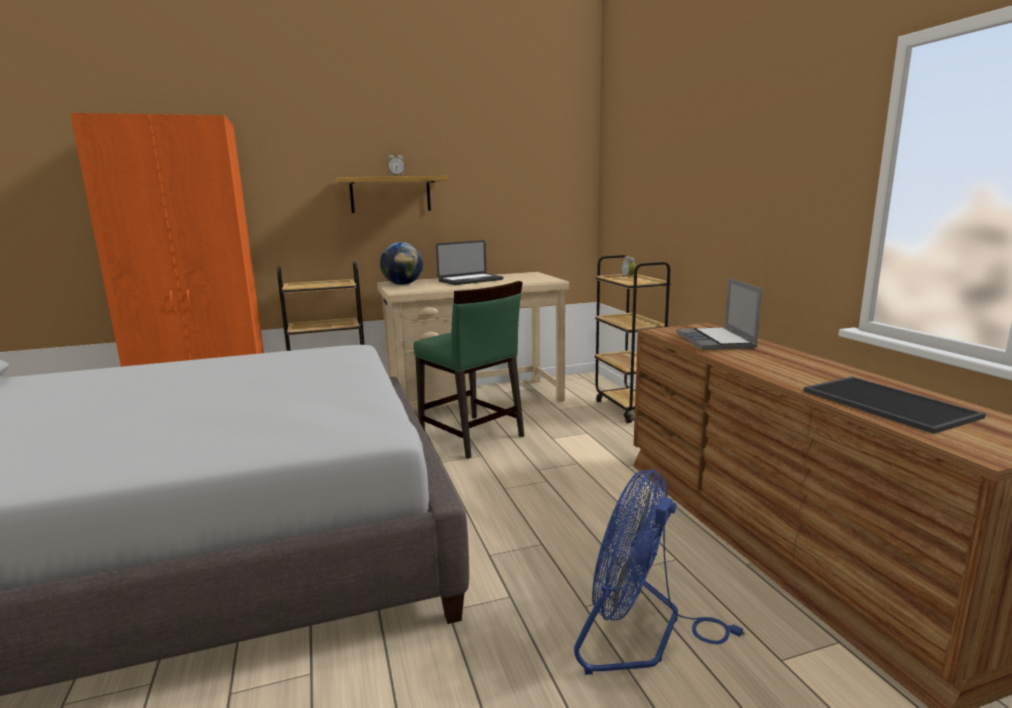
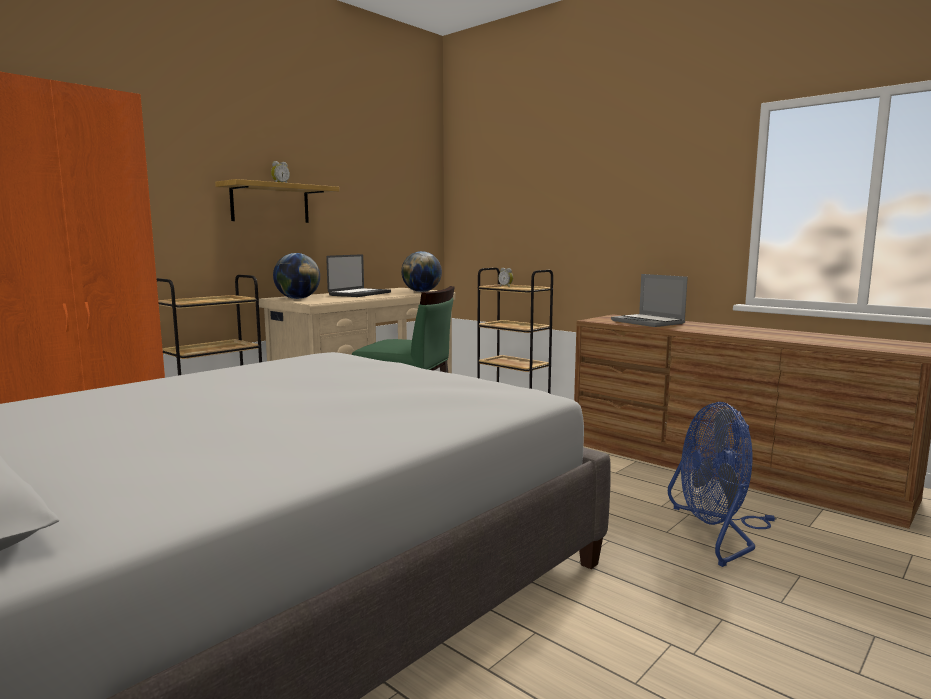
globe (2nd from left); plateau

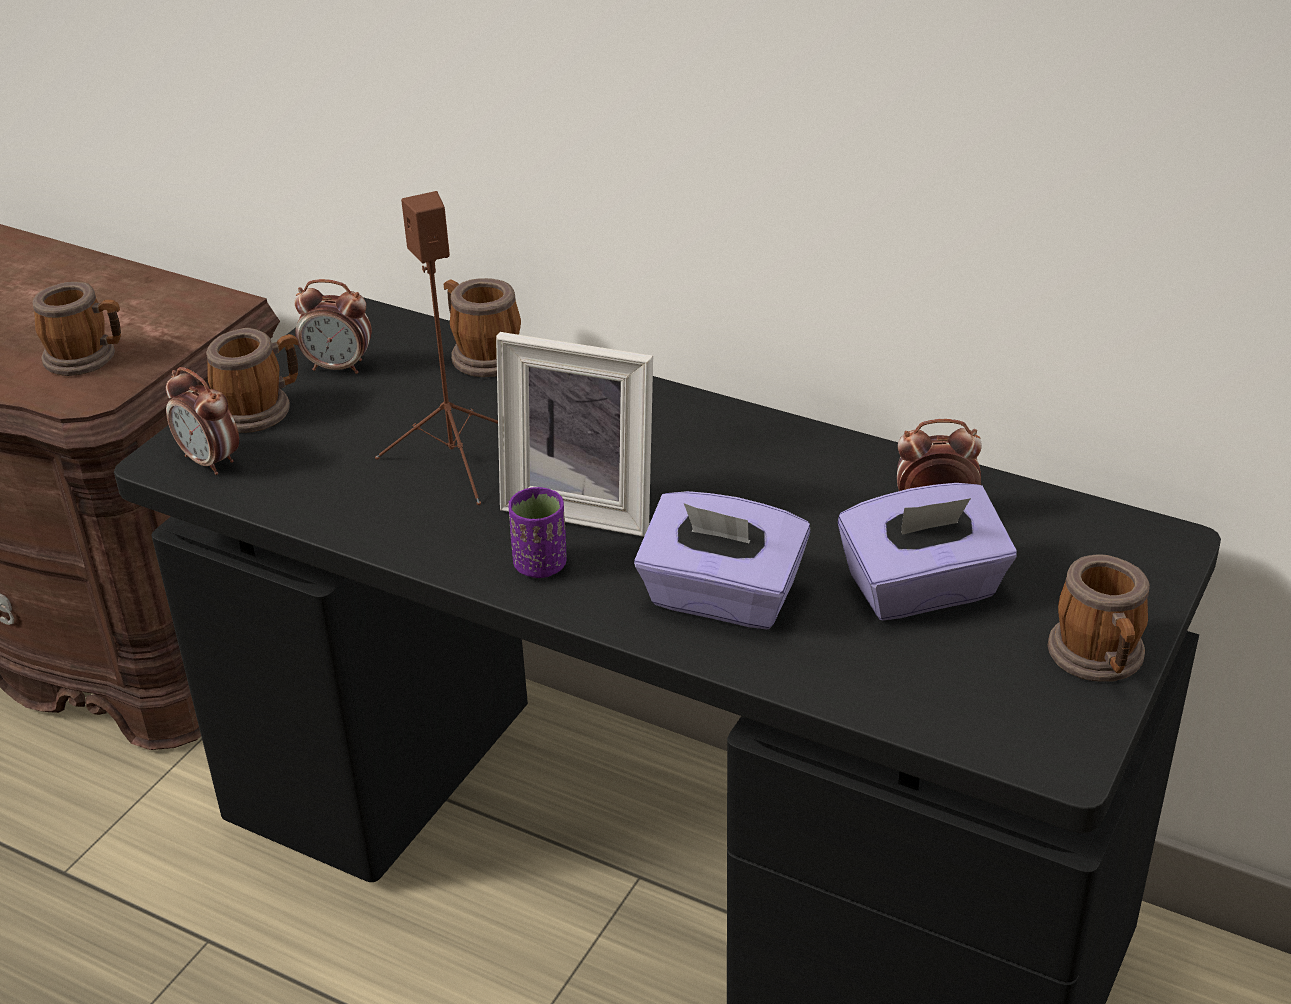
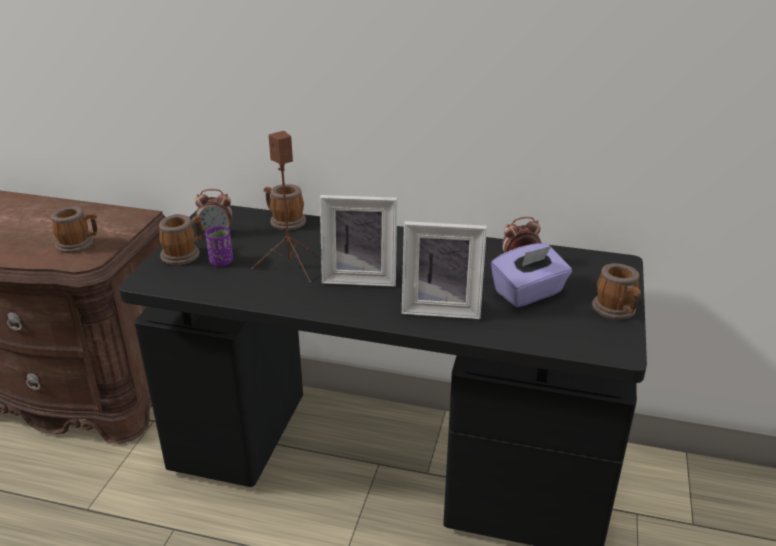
tasse/violet; cadre photo (2nd from left); réveil (1st from left in the first image)

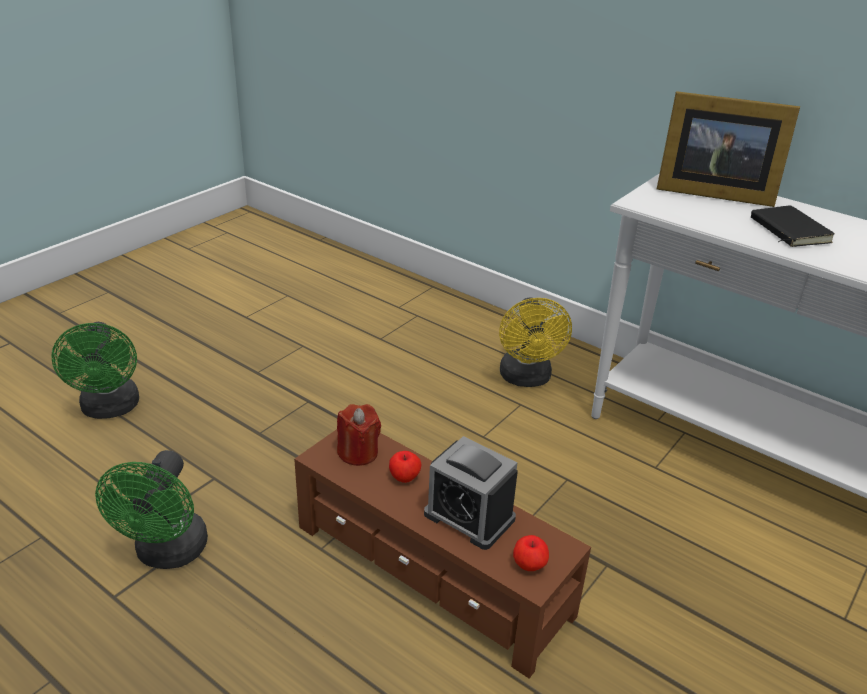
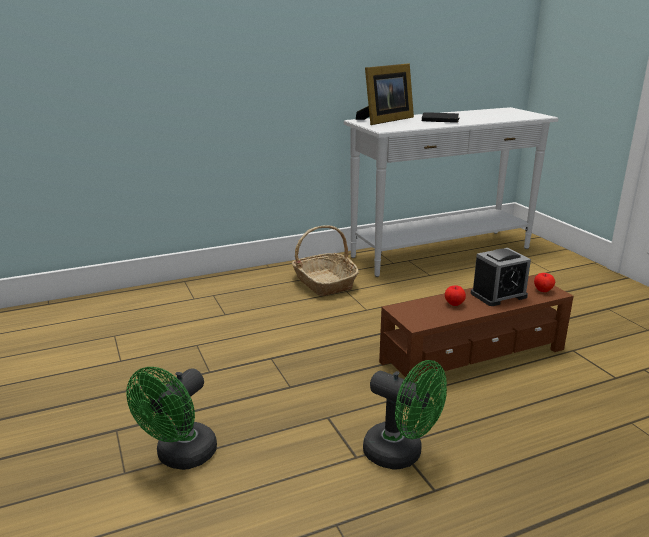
ventilateur/vert (1st from left); panier; bougie/rouge

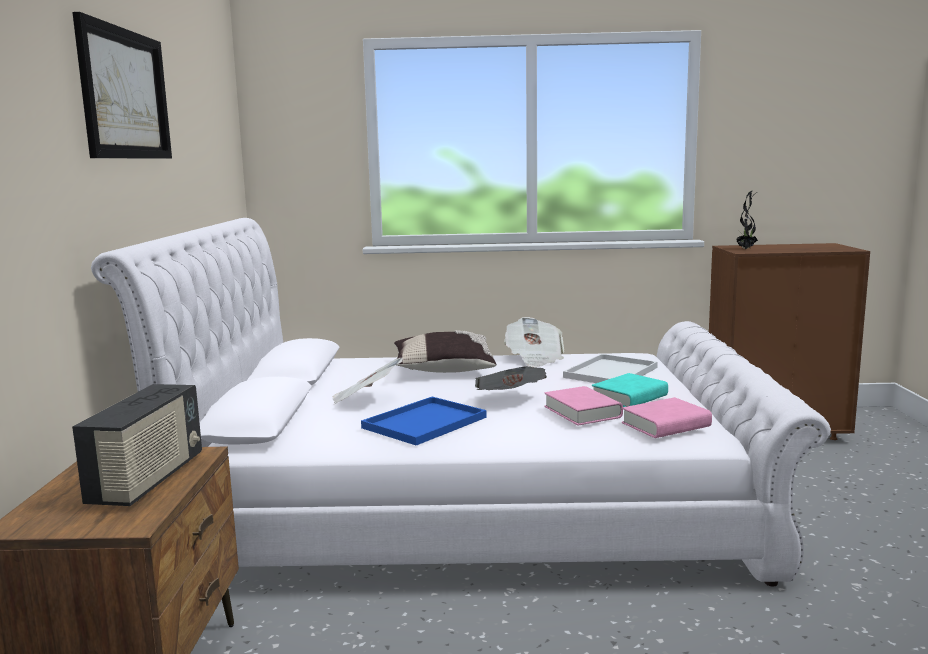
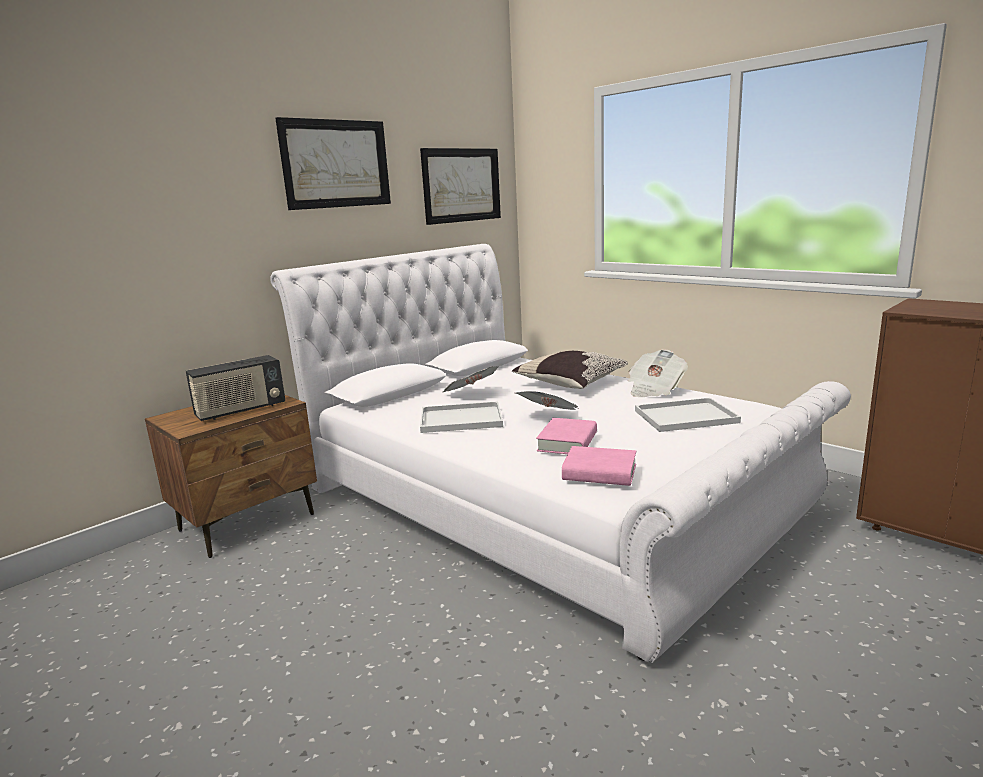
tableau (2nd from left); plateau/blanc (1st from left); livre/turquoise; plante en pot

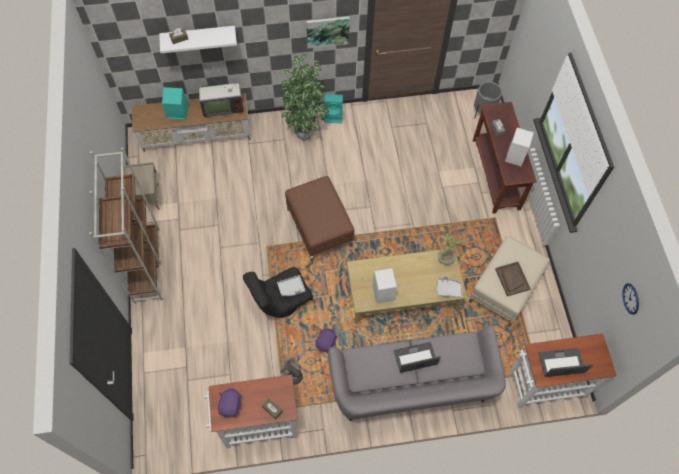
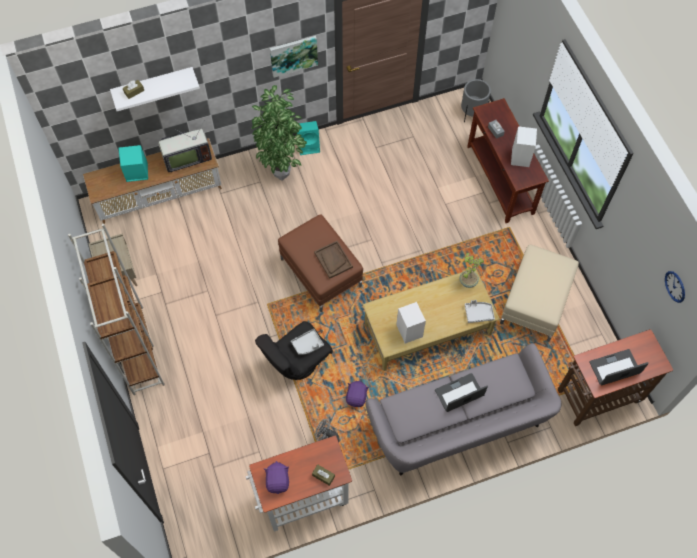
plateau/marron; chariot/marron

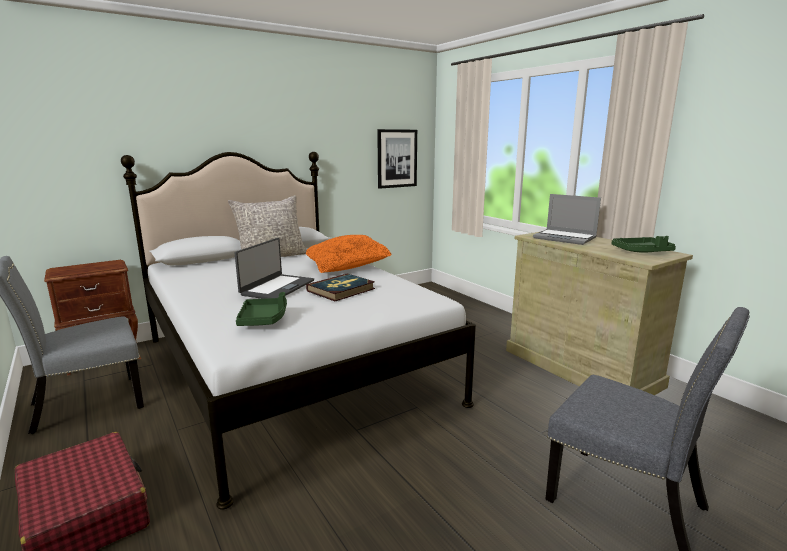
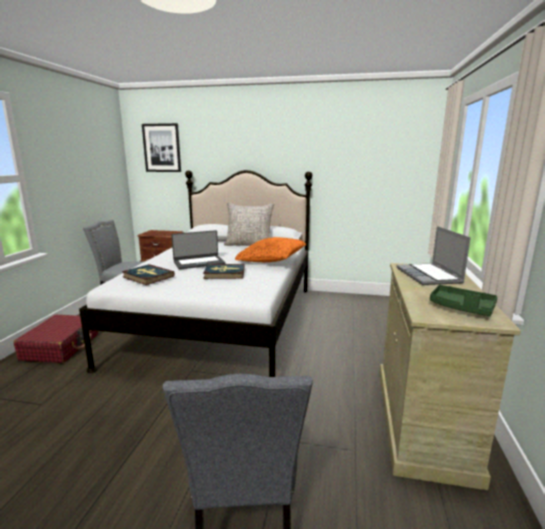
livre (1st from left); tableau

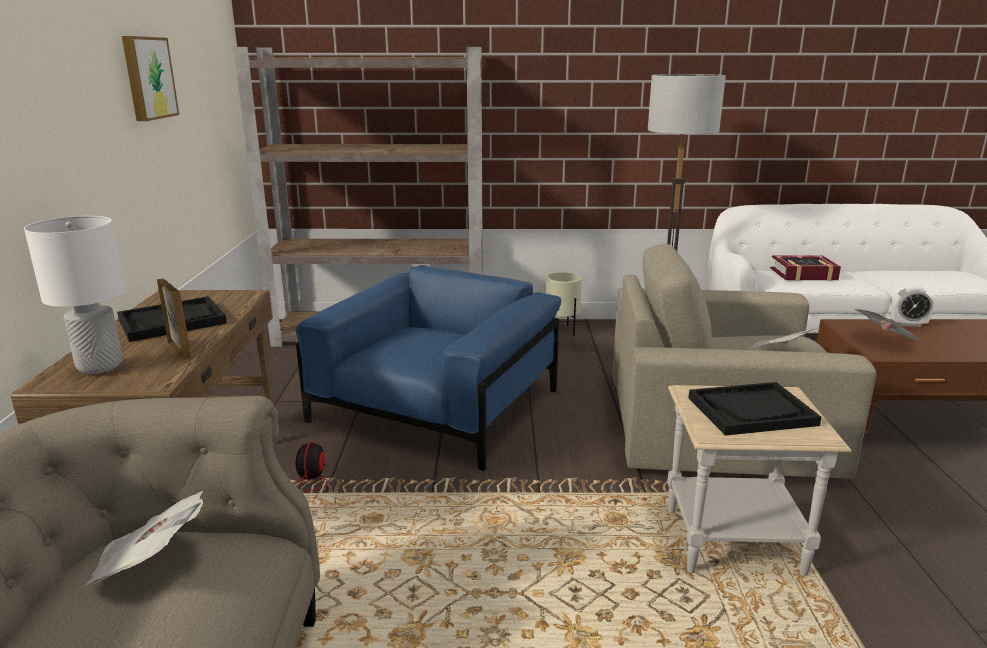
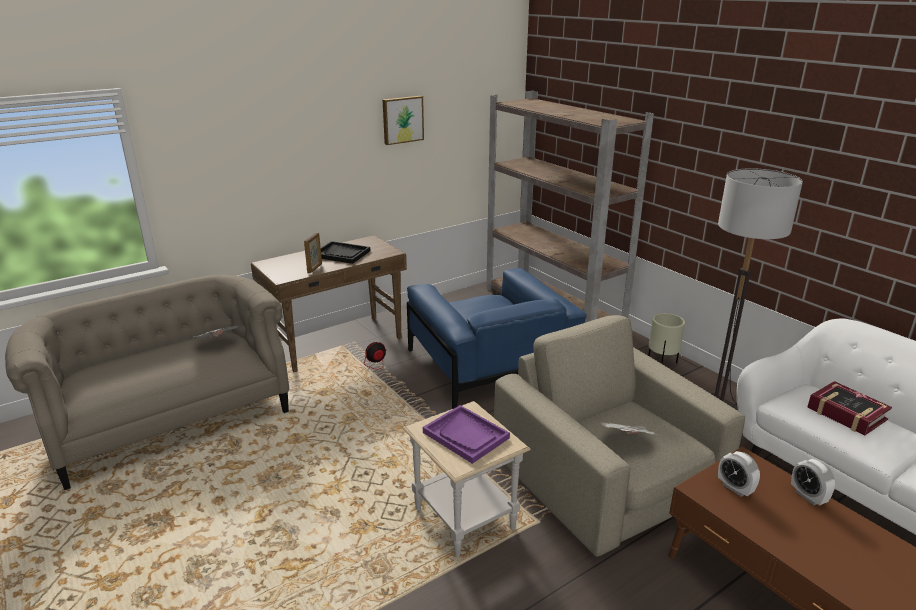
fauteuil/bleu; plateau/violet; réveil (1st from left); lampe de table/blanc

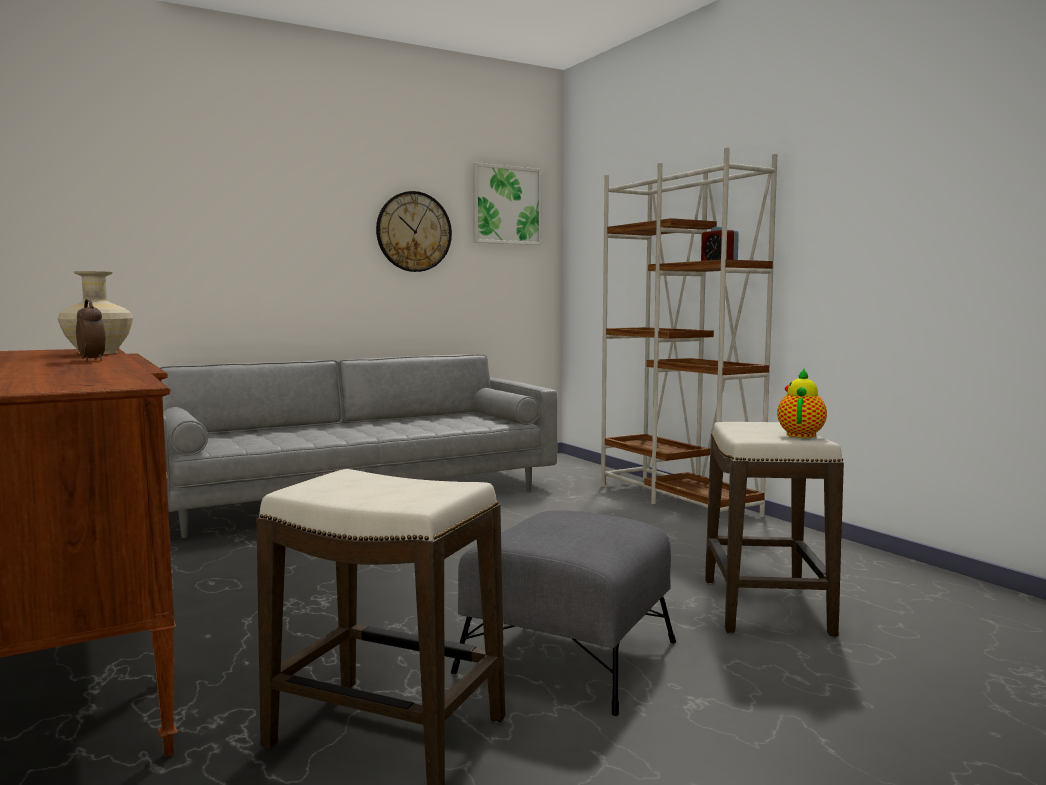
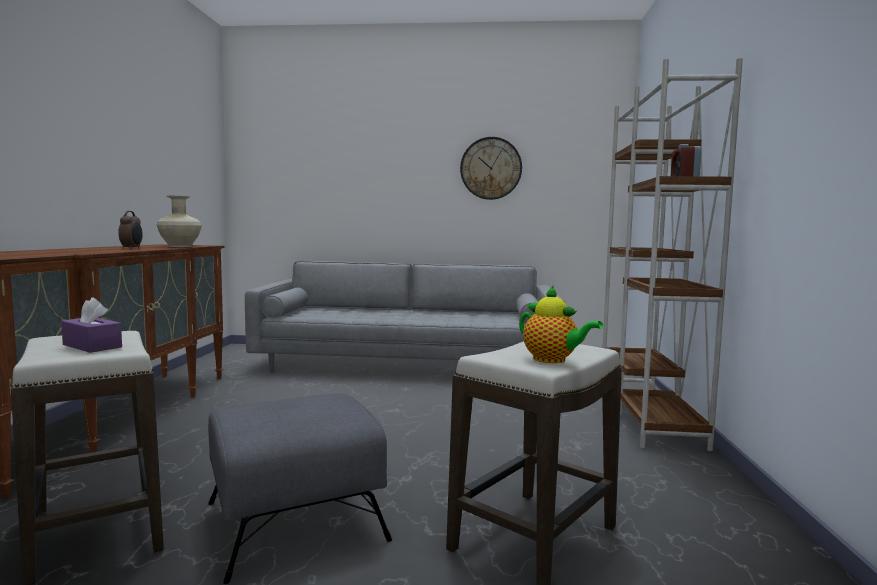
boîte à mouchoirs/violet; théière; tableau

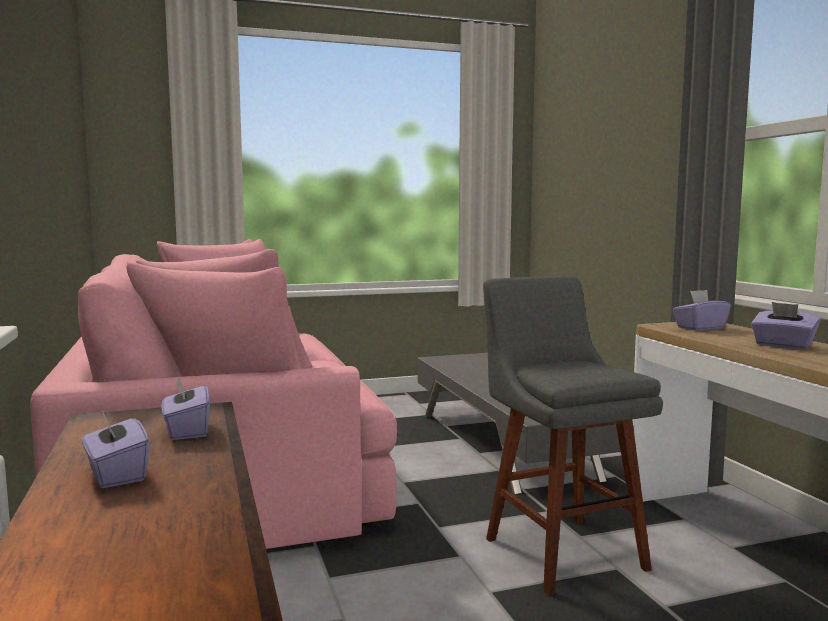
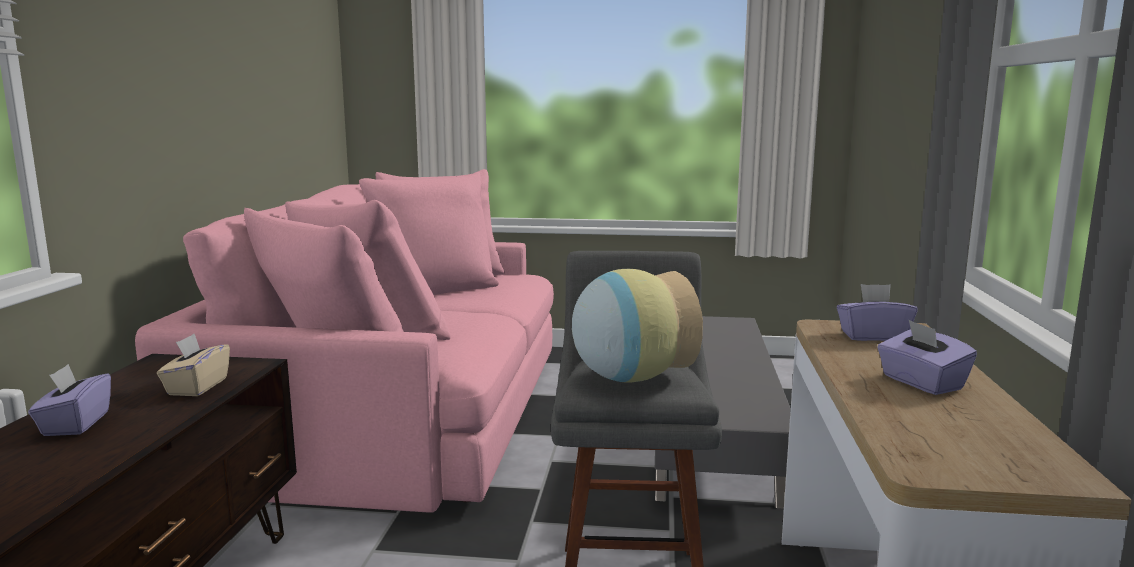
boîte à mouchoirs/beige; vase

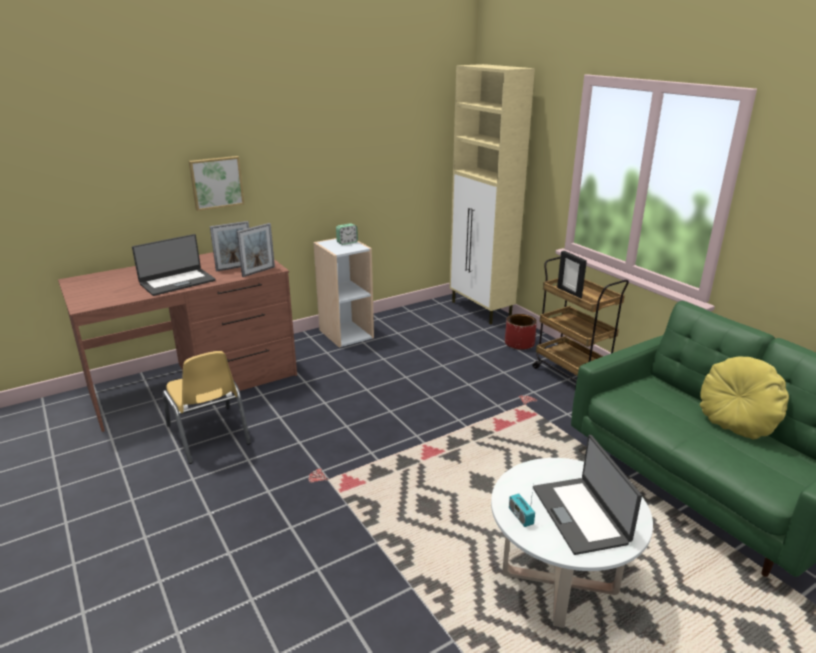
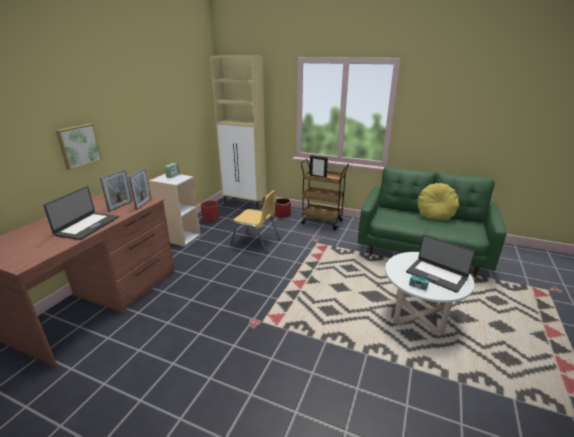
cache-pot/rouge (1st from left); chaise/jaune

